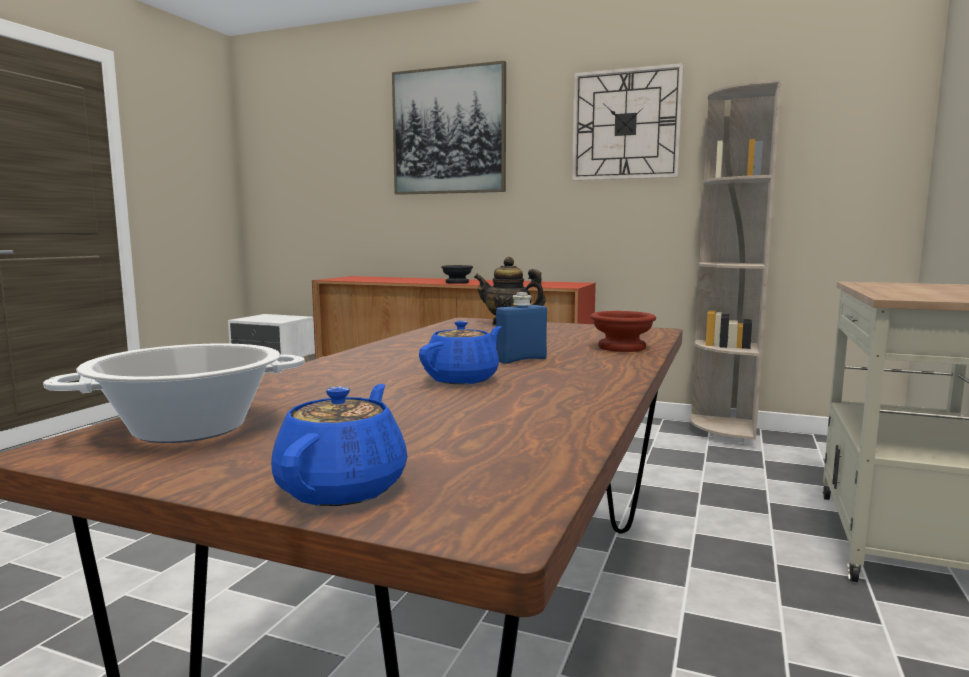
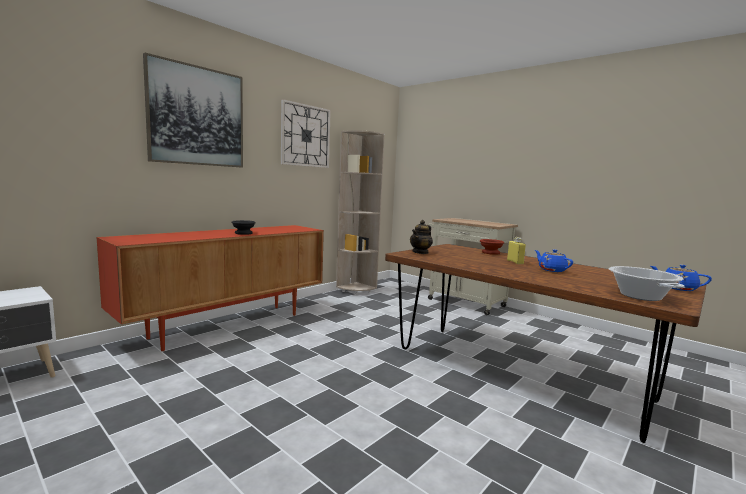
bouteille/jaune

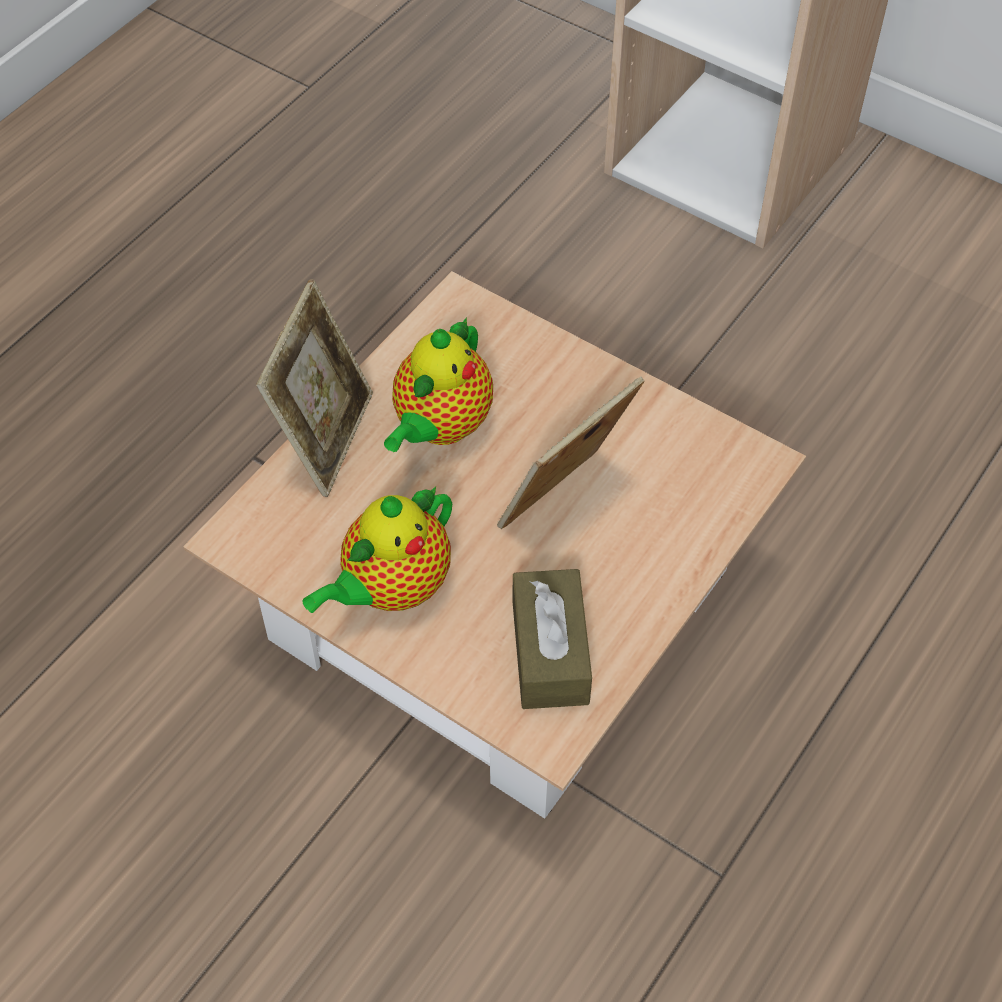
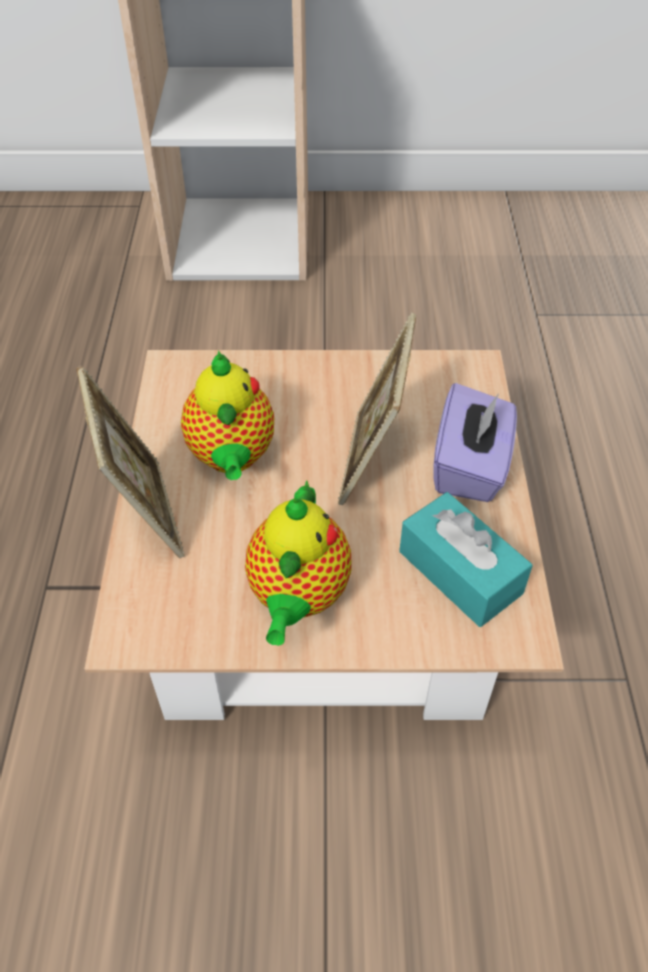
boîte à mouchoirs/turquoise; boîte à mouchoirs/violet

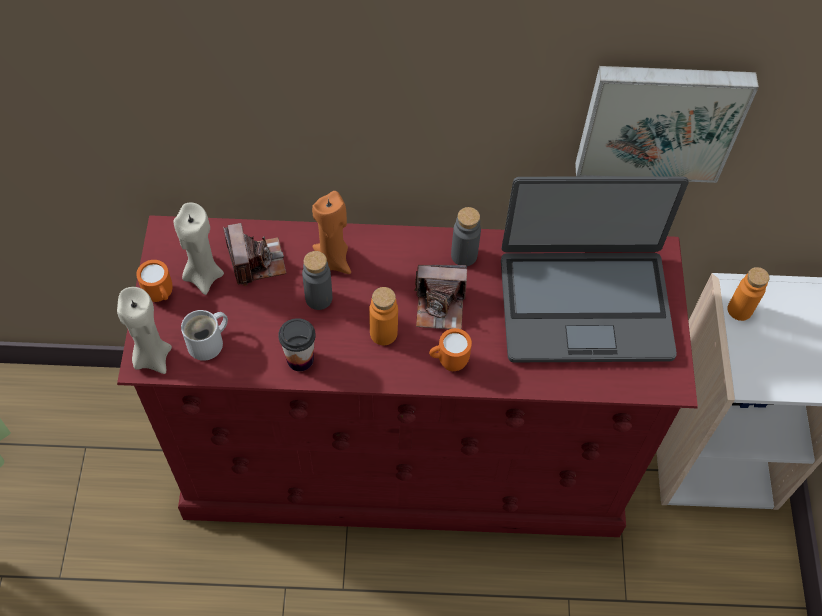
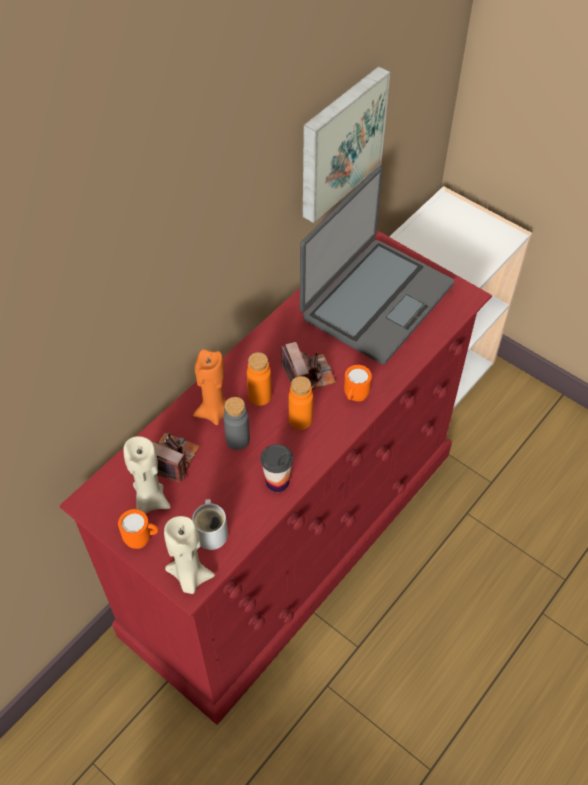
bouteille/orange (1st from left); appareil photo (2nd from left); bouteille/gris (2nd from left in the first image)

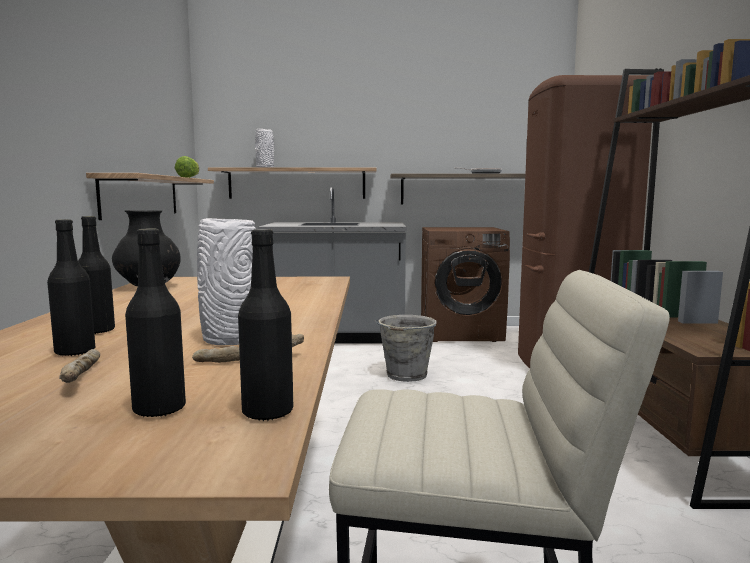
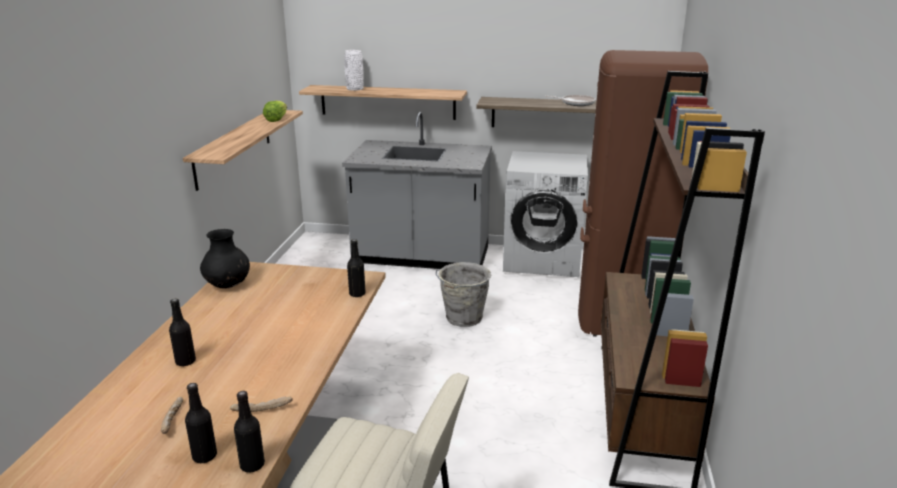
bouteille/noir (4th from left); lave-linge/blanc; vase/blanc (1st from left in the first image)

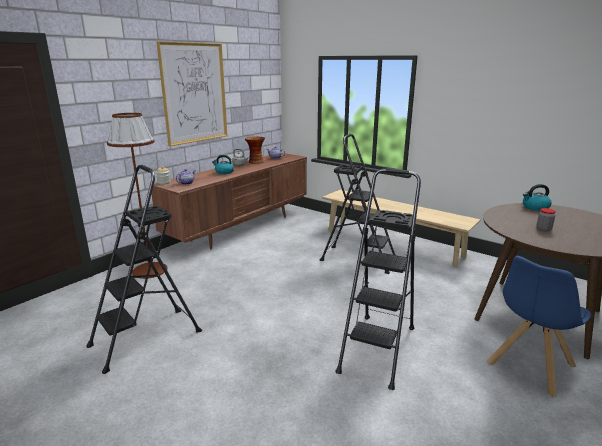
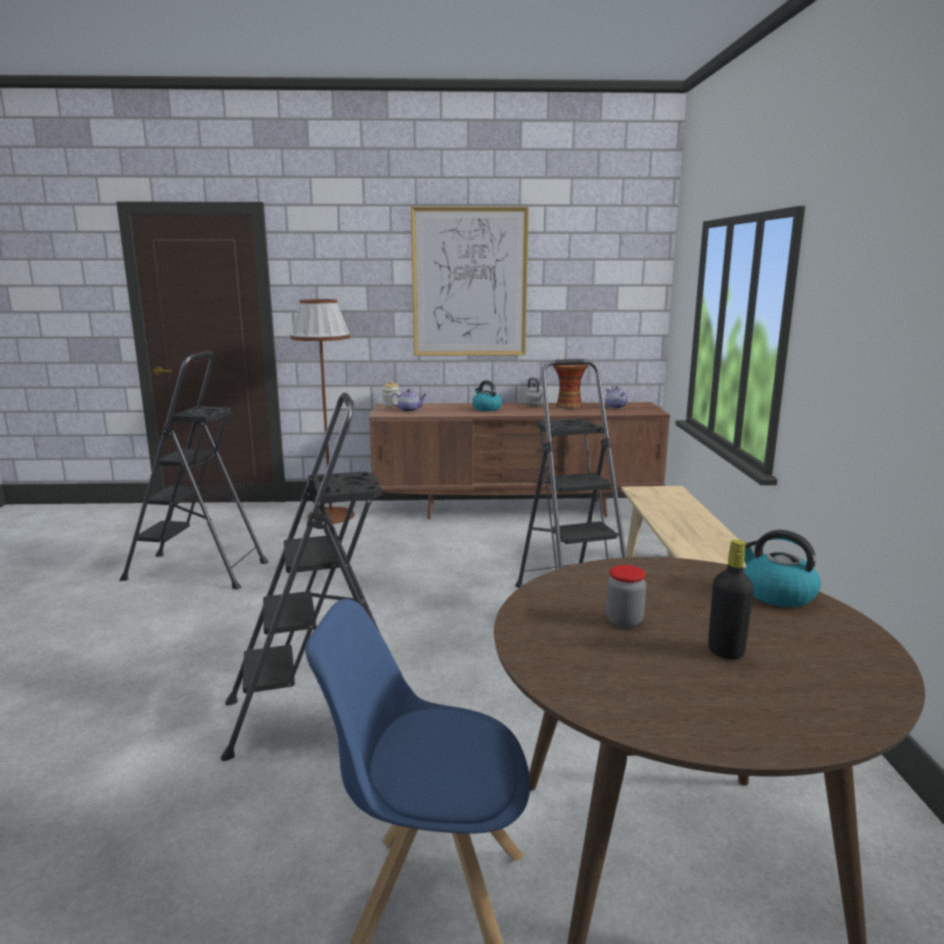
bouteille/noir

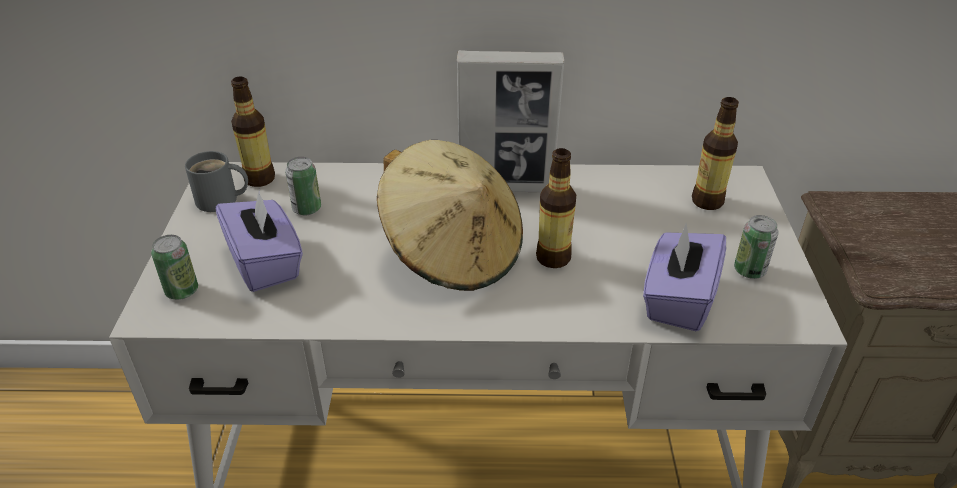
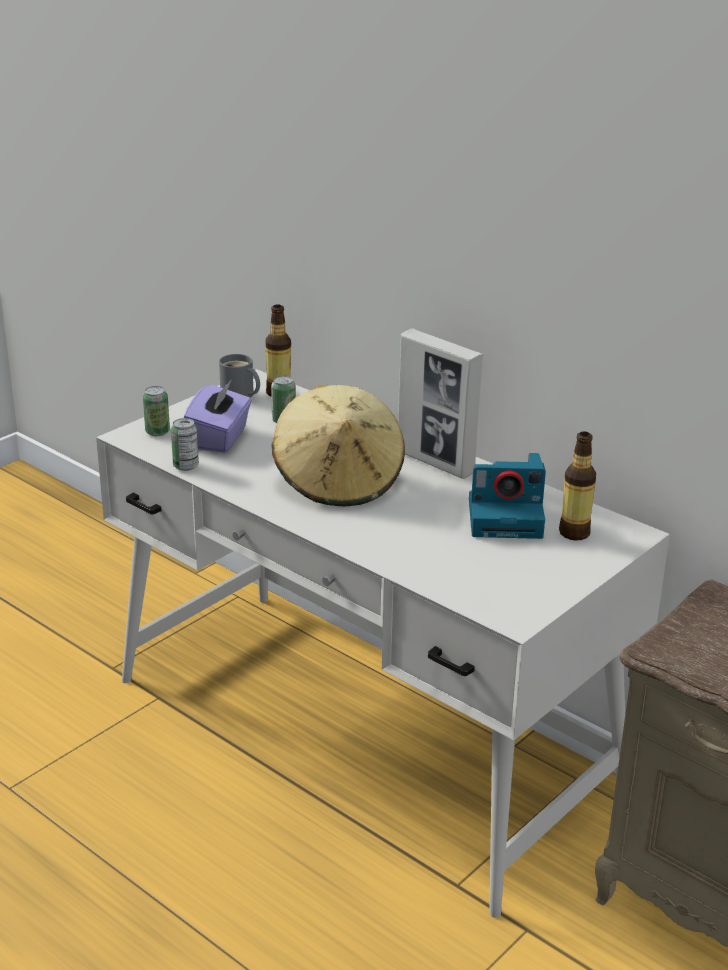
boîte métallique (2nd from left); appareil photo; bouteille (2nd from left in the first image); boîte à mouchoirs/violet (2nd from left in the first image)

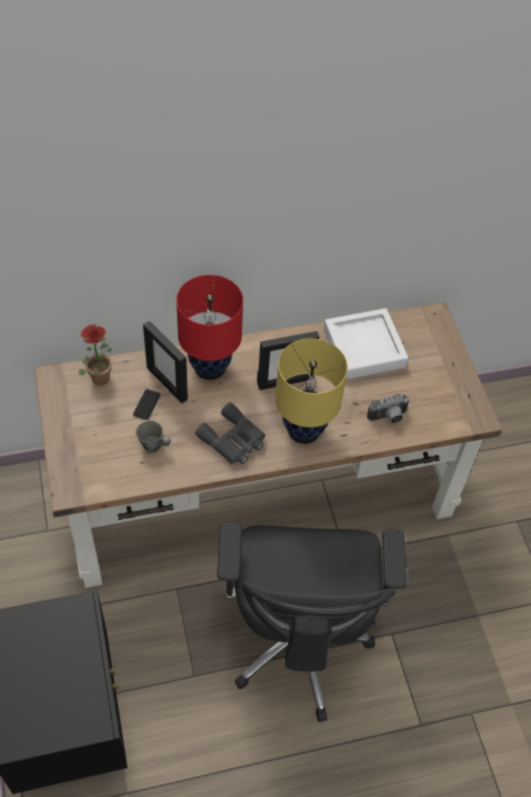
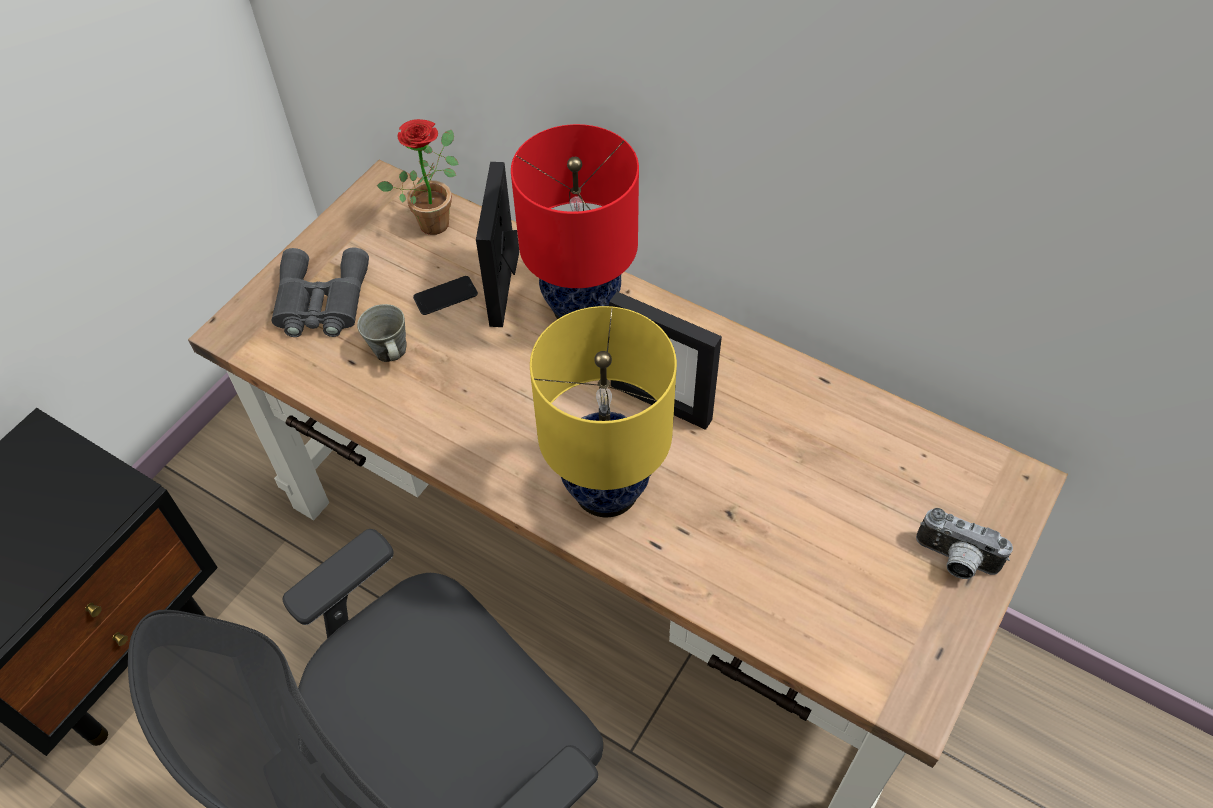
jumelles/gris; appareil photo; plateau/blanc

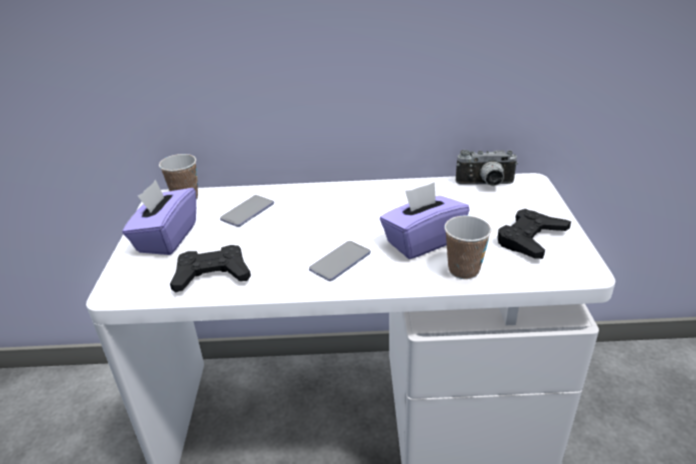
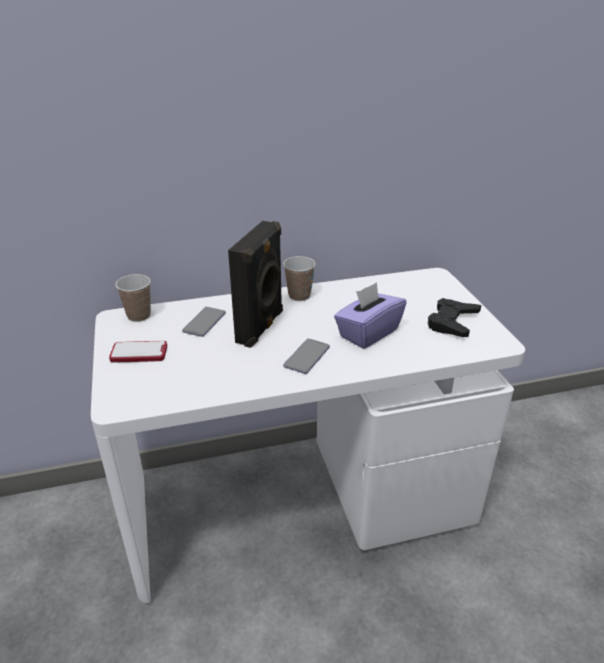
téléphone (1st from left); enceinte/noir; tasse (2nd from left); manette/noir (1st from left in the first image); appareil photo

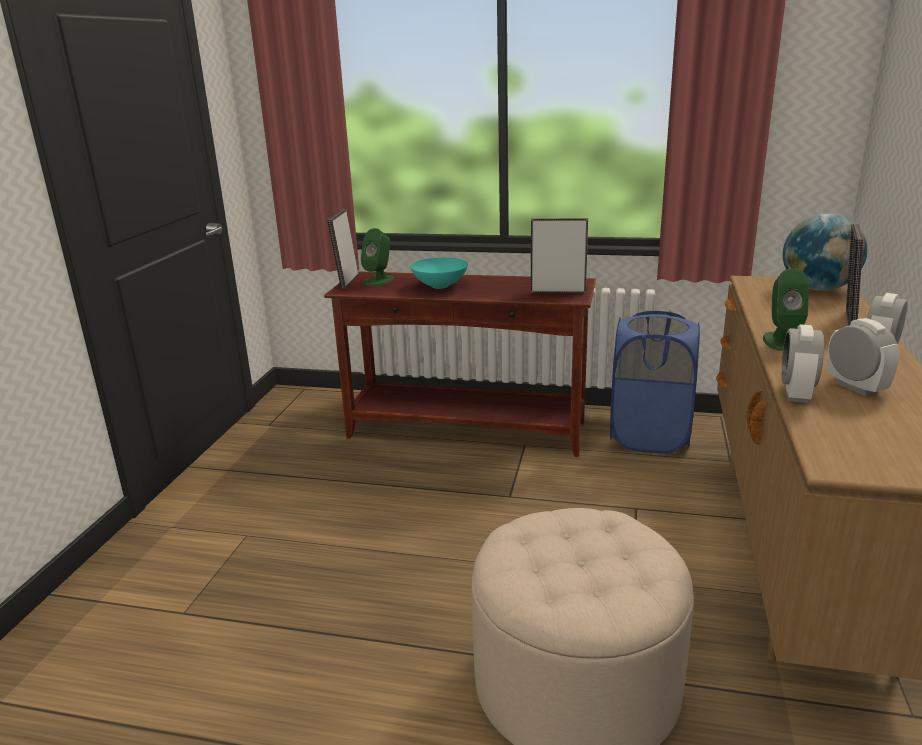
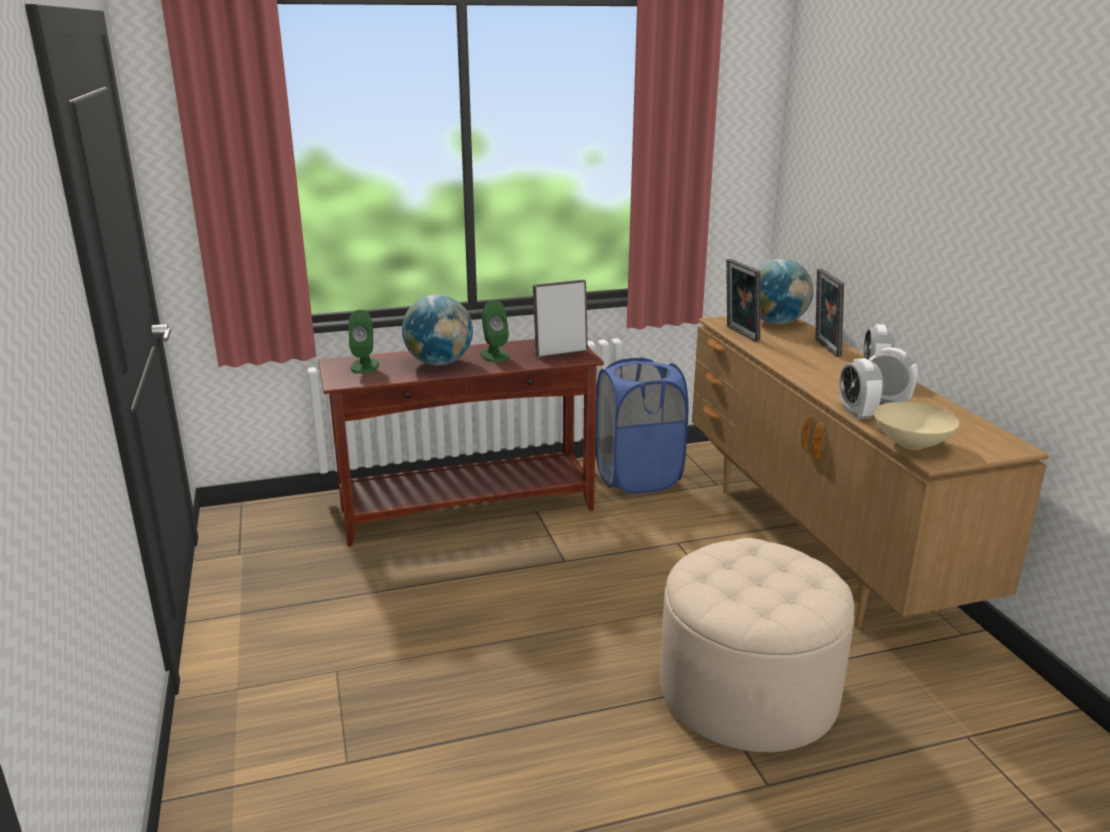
globe (1st from left); enceinte/vert (2nd from left); cadre photo (2nd from left); bol/beige

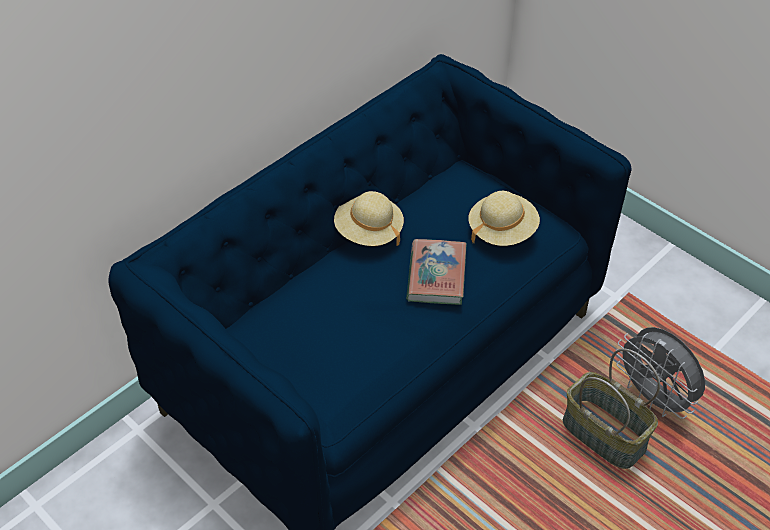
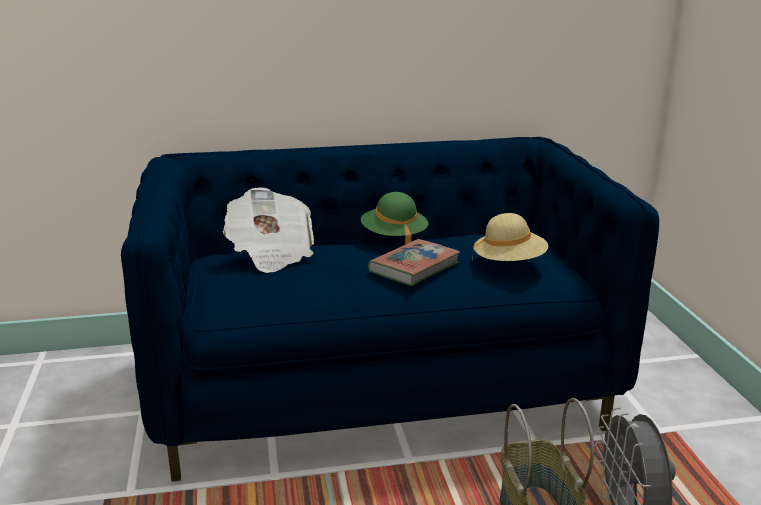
journal; chapeau/vert

